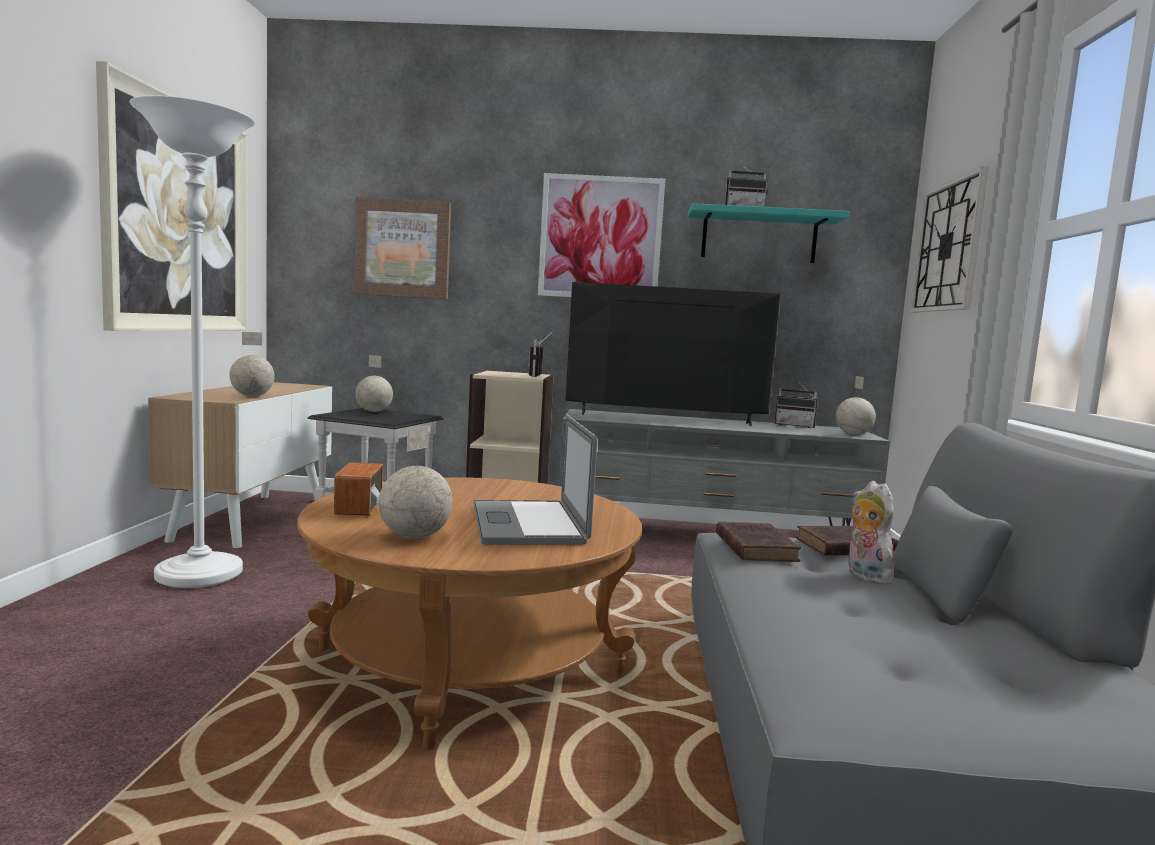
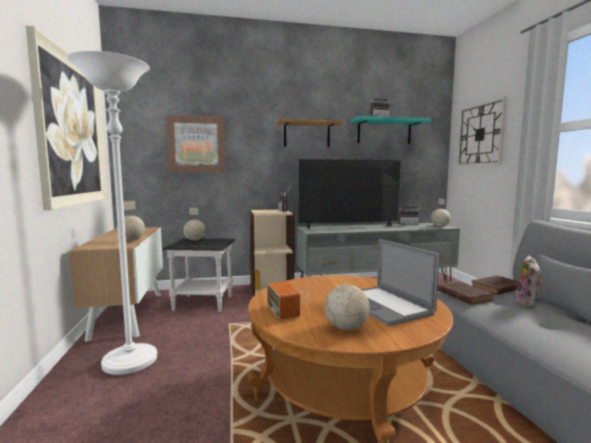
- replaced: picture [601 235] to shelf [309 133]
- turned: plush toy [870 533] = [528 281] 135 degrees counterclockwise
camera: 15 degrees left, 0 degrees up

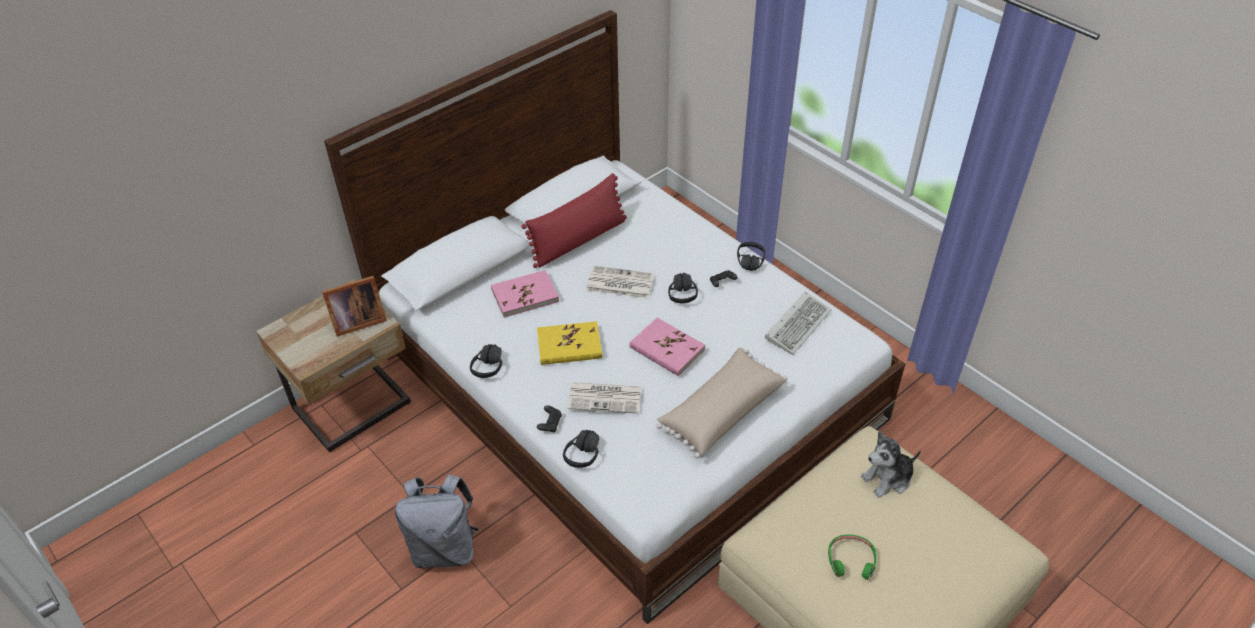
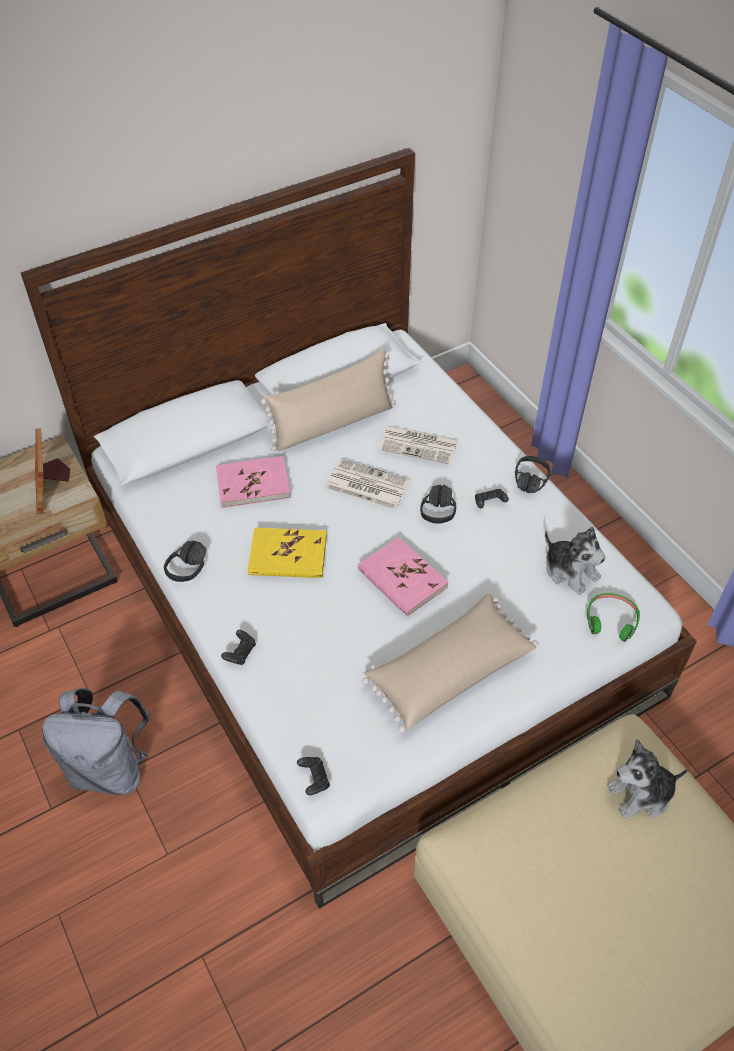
- recoloured: red pillow [574 220] to beige pillow [328 400]
- turned: picture frame [354 306] = [52 471] 90 degrees clockwise
- replaced: keyboard [798 323] to plush toy [575 561]
- moved: newspaper [604 398] to [418 445]
- removed: black headphones [581 449]
- moved: green headphones [852 557] to [613 617]
- added: black game controller [313 776]
camera: 10 degrees right, 5 degrees up

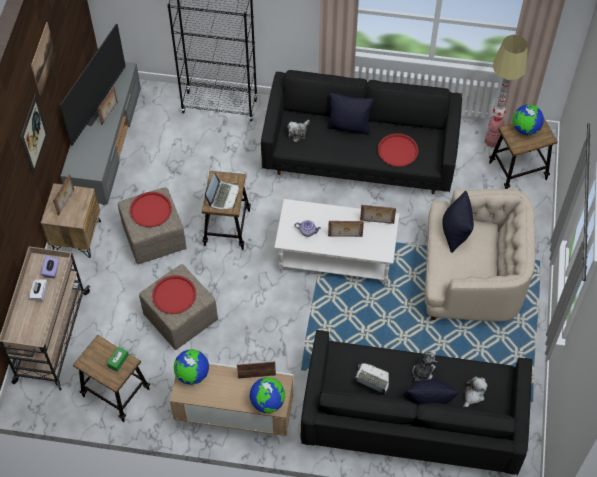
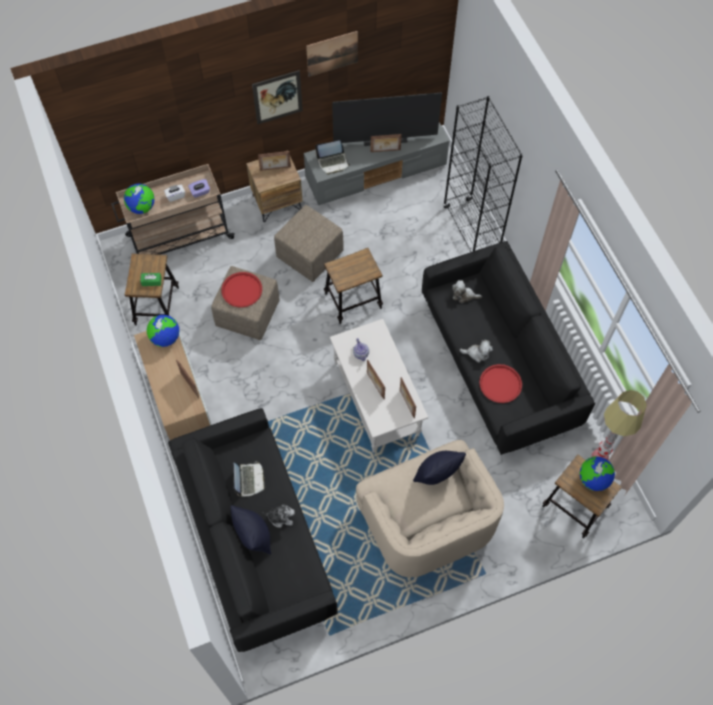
- removed: black pillow [350 114]
- moved: laptop [222 191] to [332 157]
- removed: red tray [151 209]
- moved: plush toy [475 391] to [476 351]
- moved: globe [267 395] to [139 199]
camera: 60 degrees right, 5 degrees up

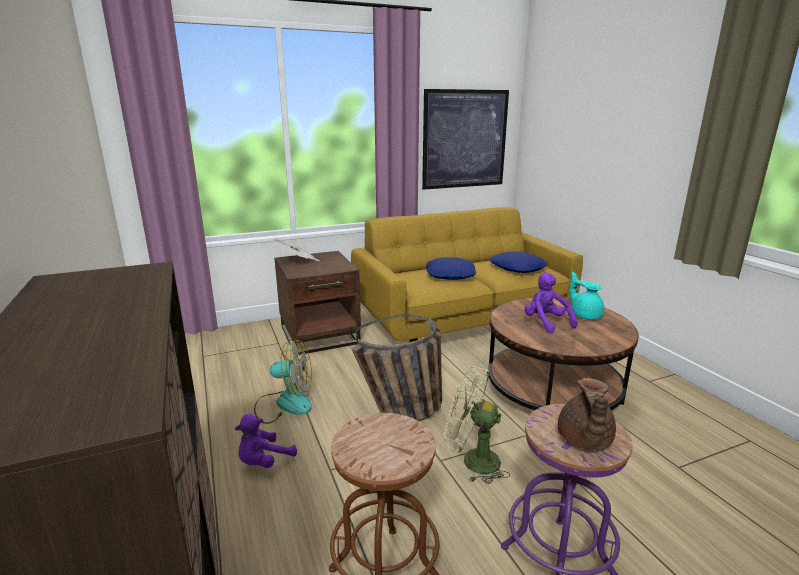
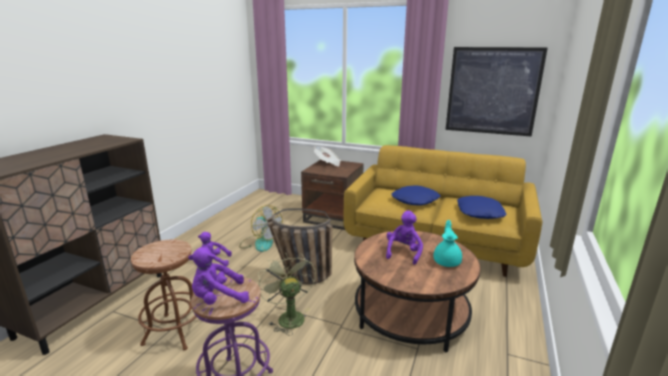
- replaced: brown teapot [587 414] to purple plush toy [218 276]
camera: 45 degrees right, 0 degrees up

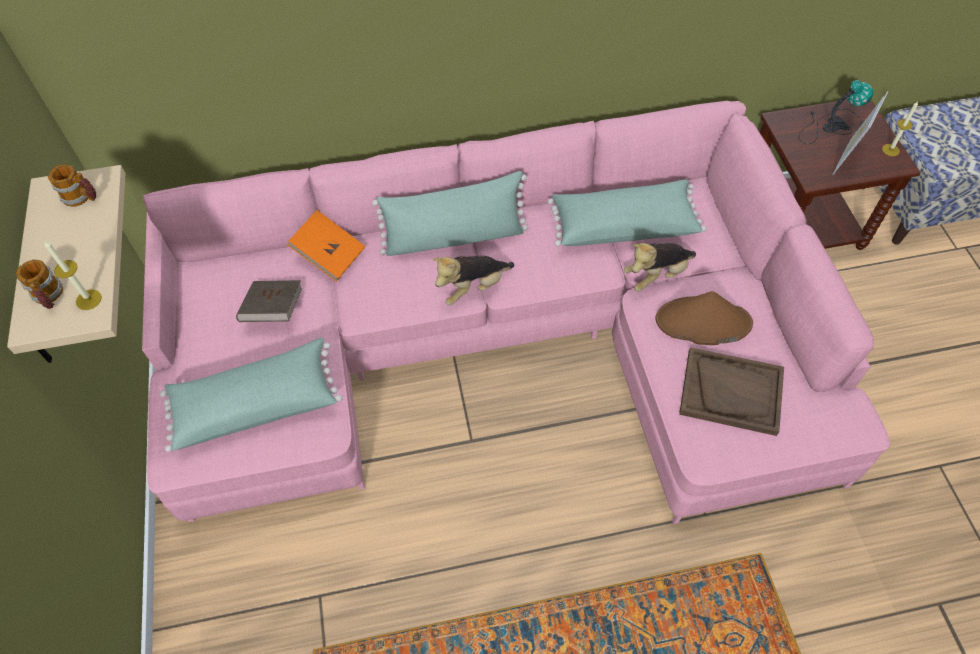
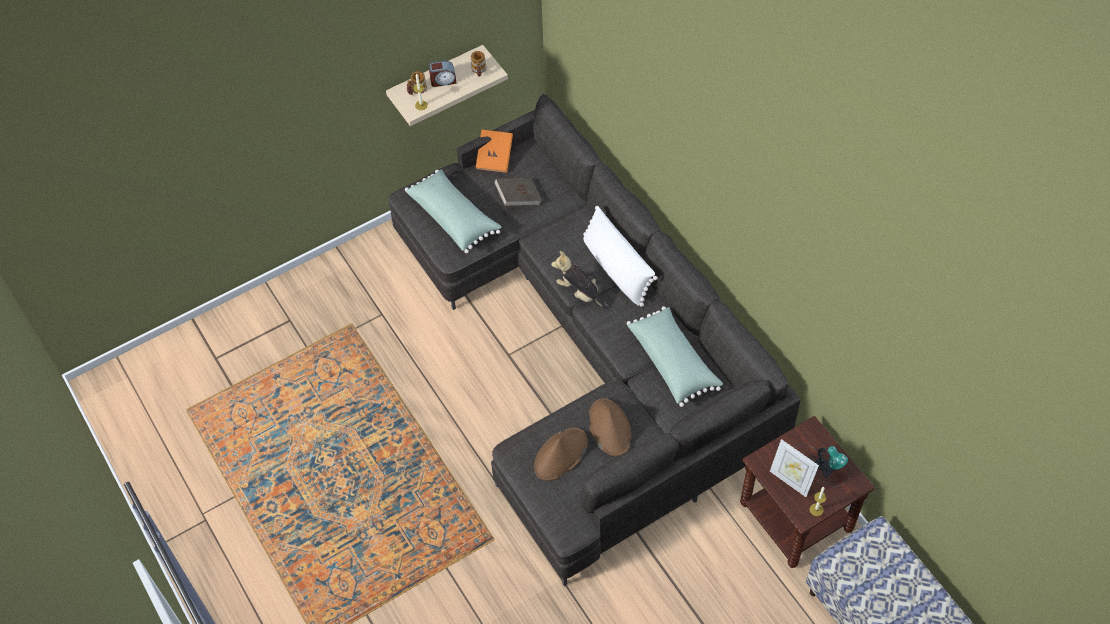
- turned: picture frame [860 133] = [794 468] 150 degrees counterclockwise
- recoloured: pink sofa [516 312] to grey sofa [594 340]
- recoloured: green pillow [450 213] to white pillow [620 256]
- moved: orange book [326 246] to [494 151]
- removed: plush toy [660 267]
- replaced: brown tray [731 391] to brown hat [561 454]
- added: alarm clock [443 74]
camera: 70 degrees right, 0 degrees up

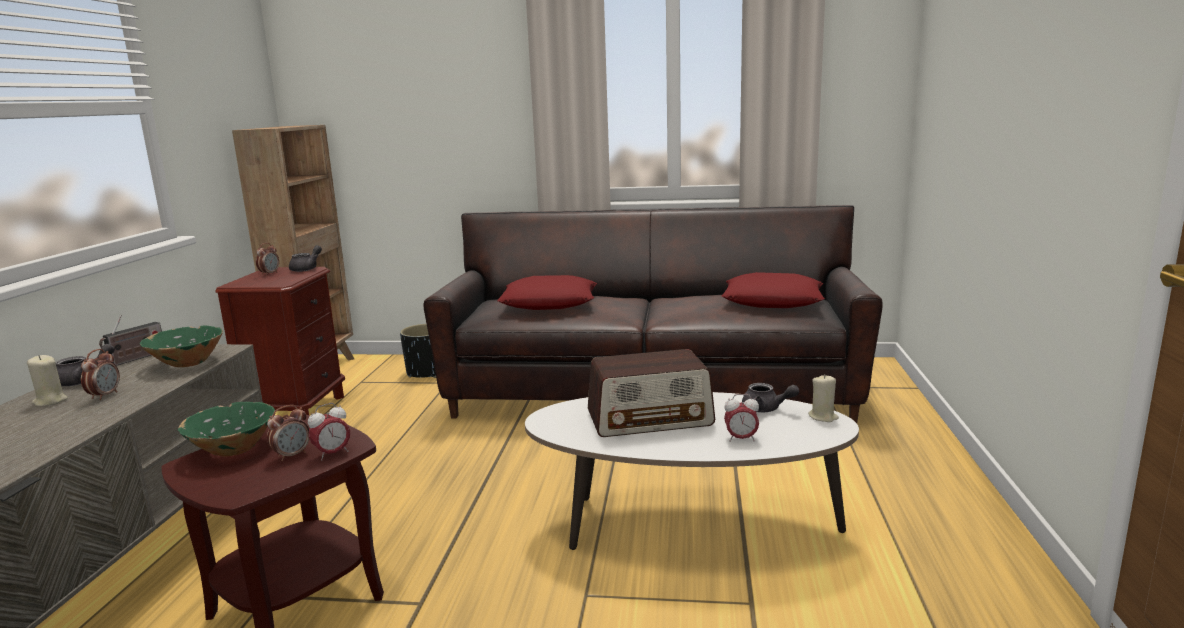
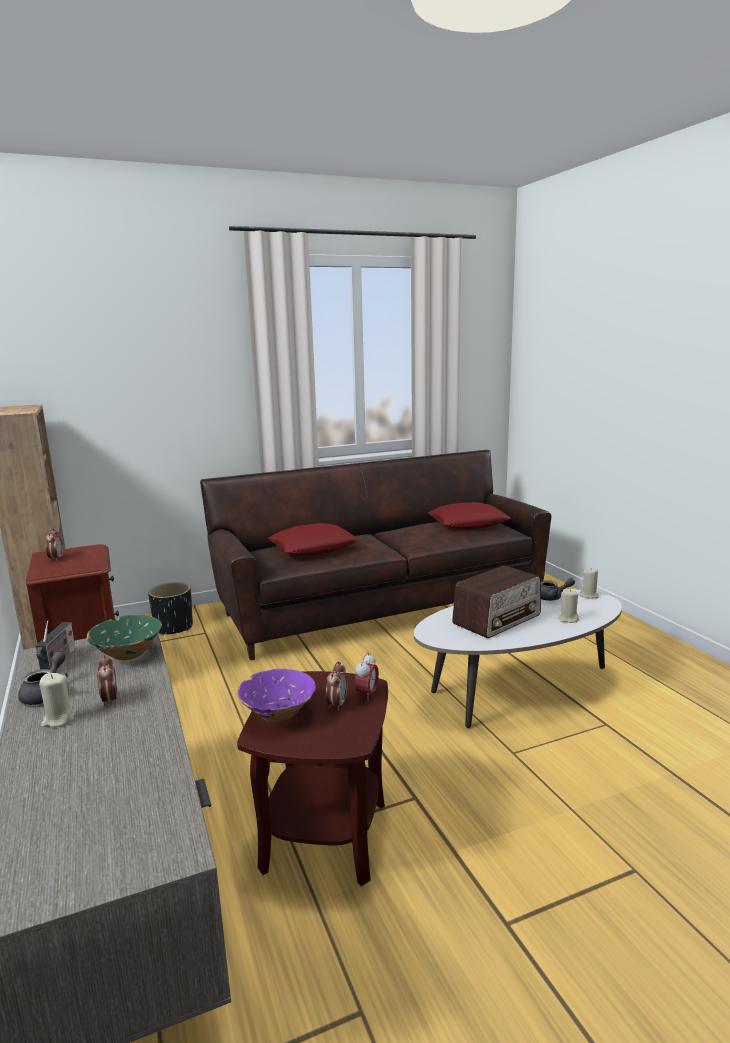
- removed: grey teapot [305 258]
- replaced: alarm clock [741 418] to beige candle [568 606]
- recoloured: green bowl [226 429] to purple bowl [276 695]
camera: 30 degrees left, 0 degrees up

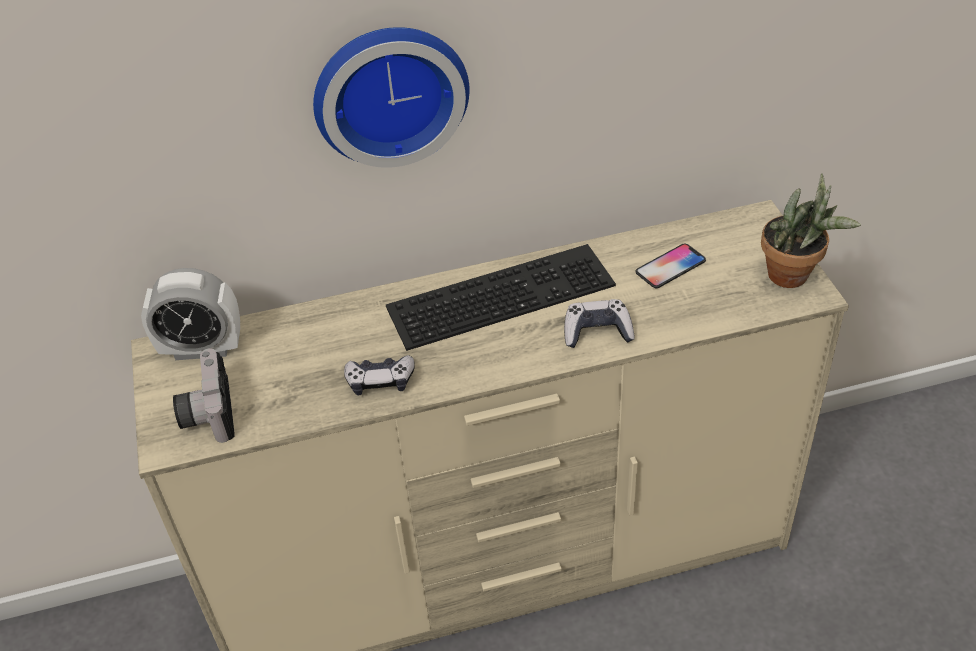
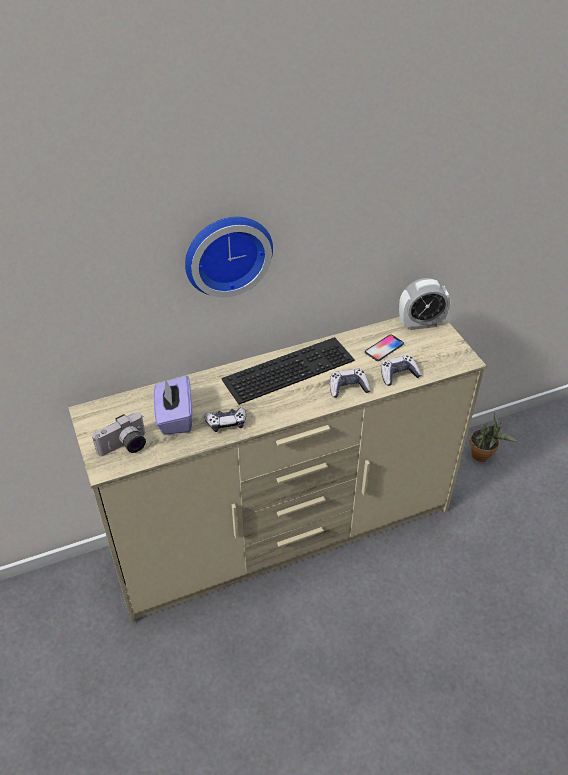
- moved: potted plant [811 230] to [493 437]
- moved: alarm clock [190 314] to [425 304]
- turned: photo camera [204 395] = [119 434] 105 degrees counterclockwise
- added: game controller [401 370]
- added: purple tissue box [173 405]
camera: 10 degrees left, 0 degrees up

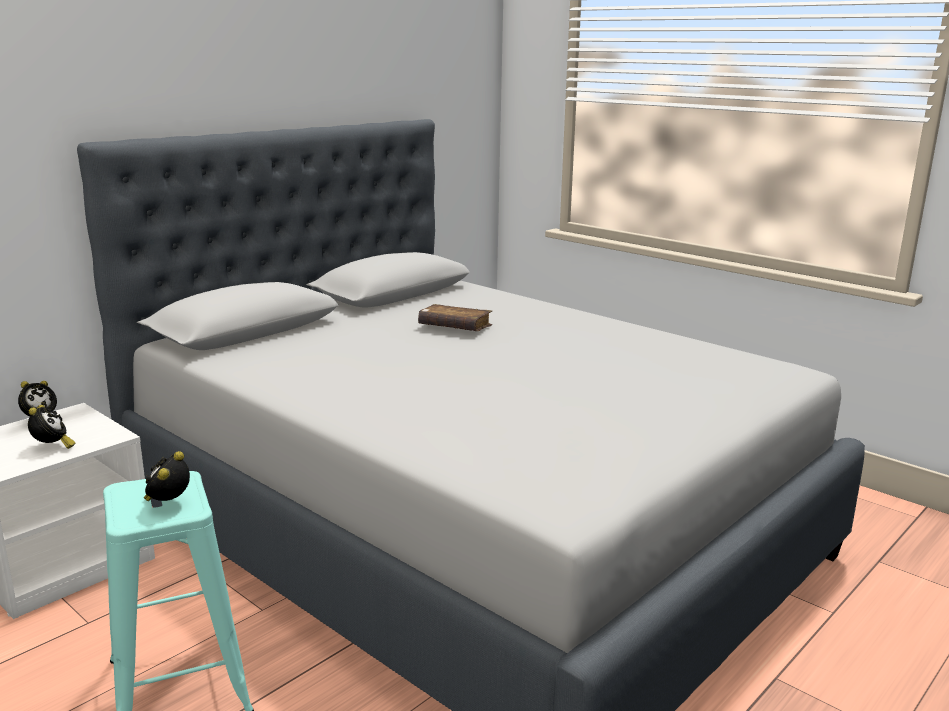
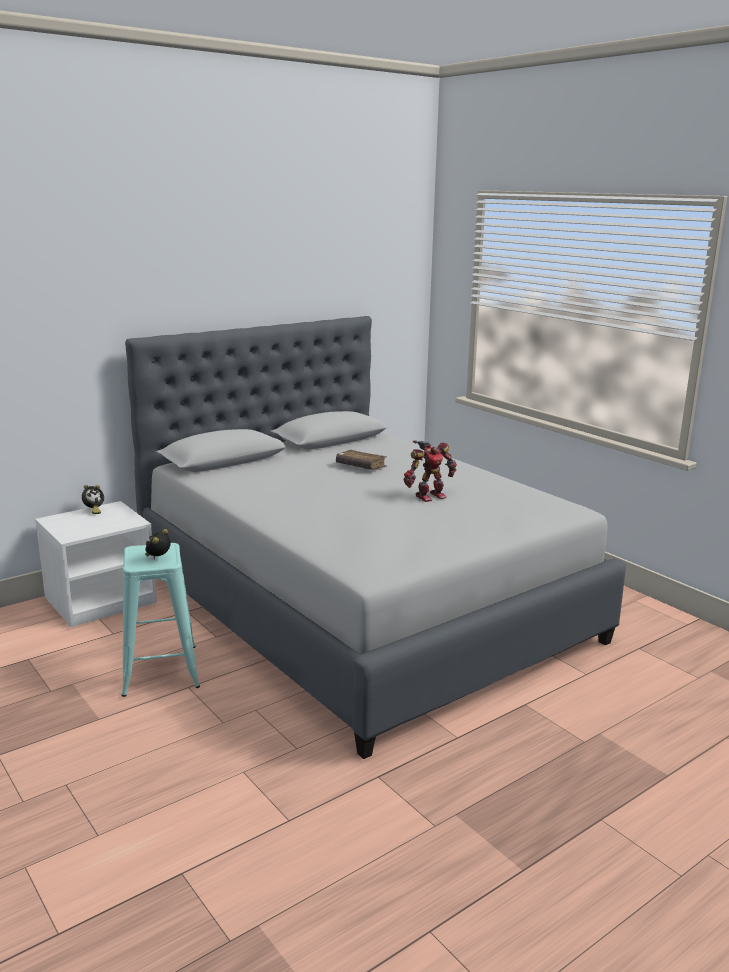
- removed: alarm clock [52 427]
- added: toy robot [430 471]
camera: 10 degrees right, 0 degrees up

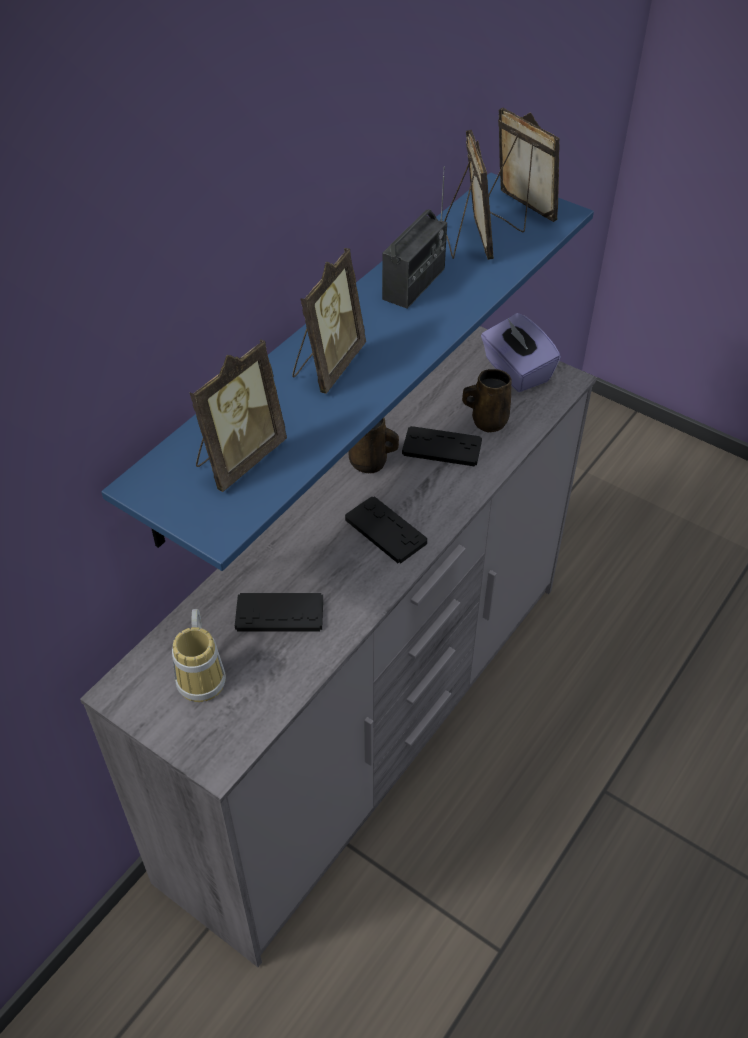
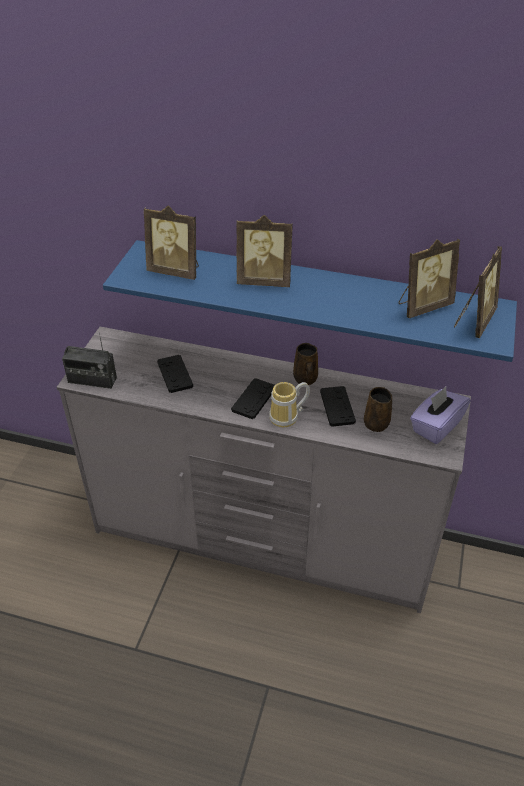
- moved: radio [414 238] to [89 361]
- moved: mug [199 655] to [289 404]
camera: 70 degrees right, 5 degrees down

